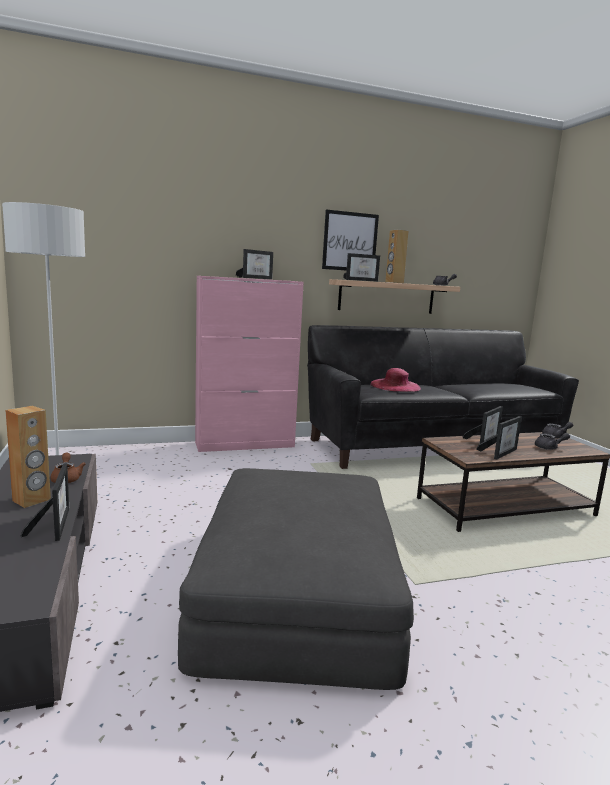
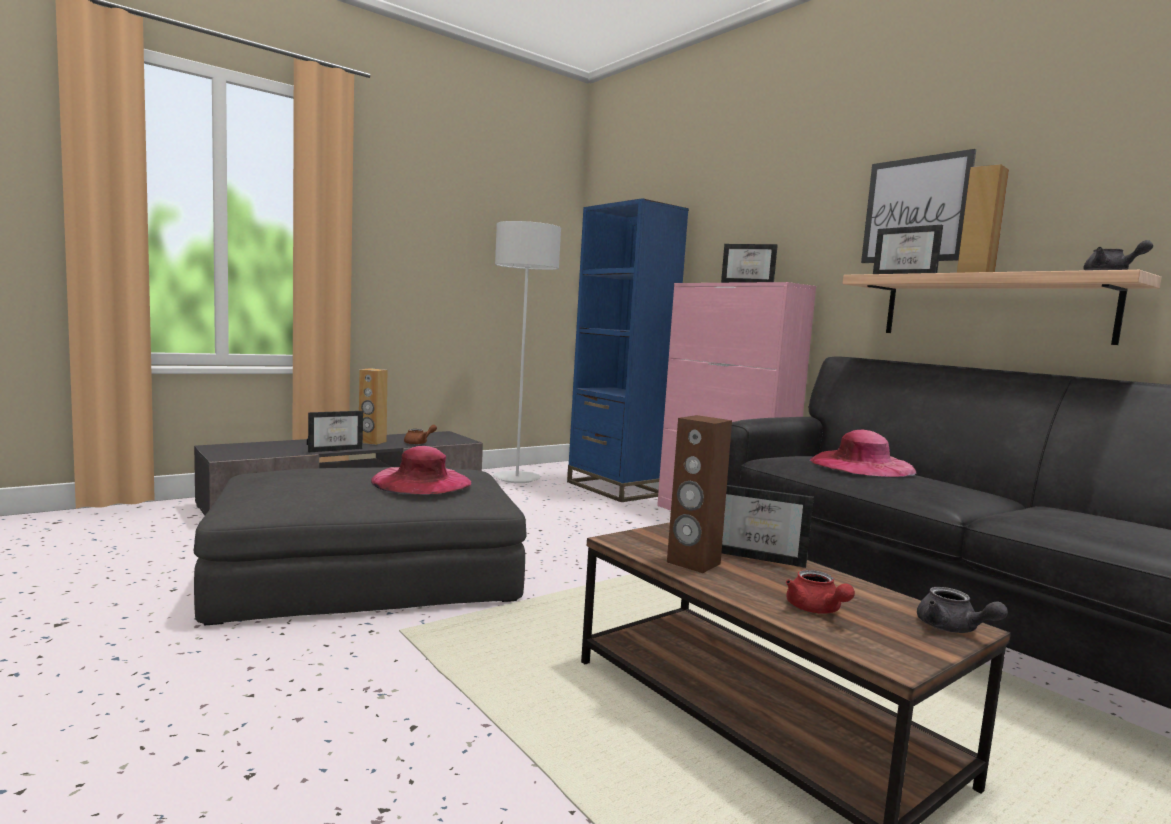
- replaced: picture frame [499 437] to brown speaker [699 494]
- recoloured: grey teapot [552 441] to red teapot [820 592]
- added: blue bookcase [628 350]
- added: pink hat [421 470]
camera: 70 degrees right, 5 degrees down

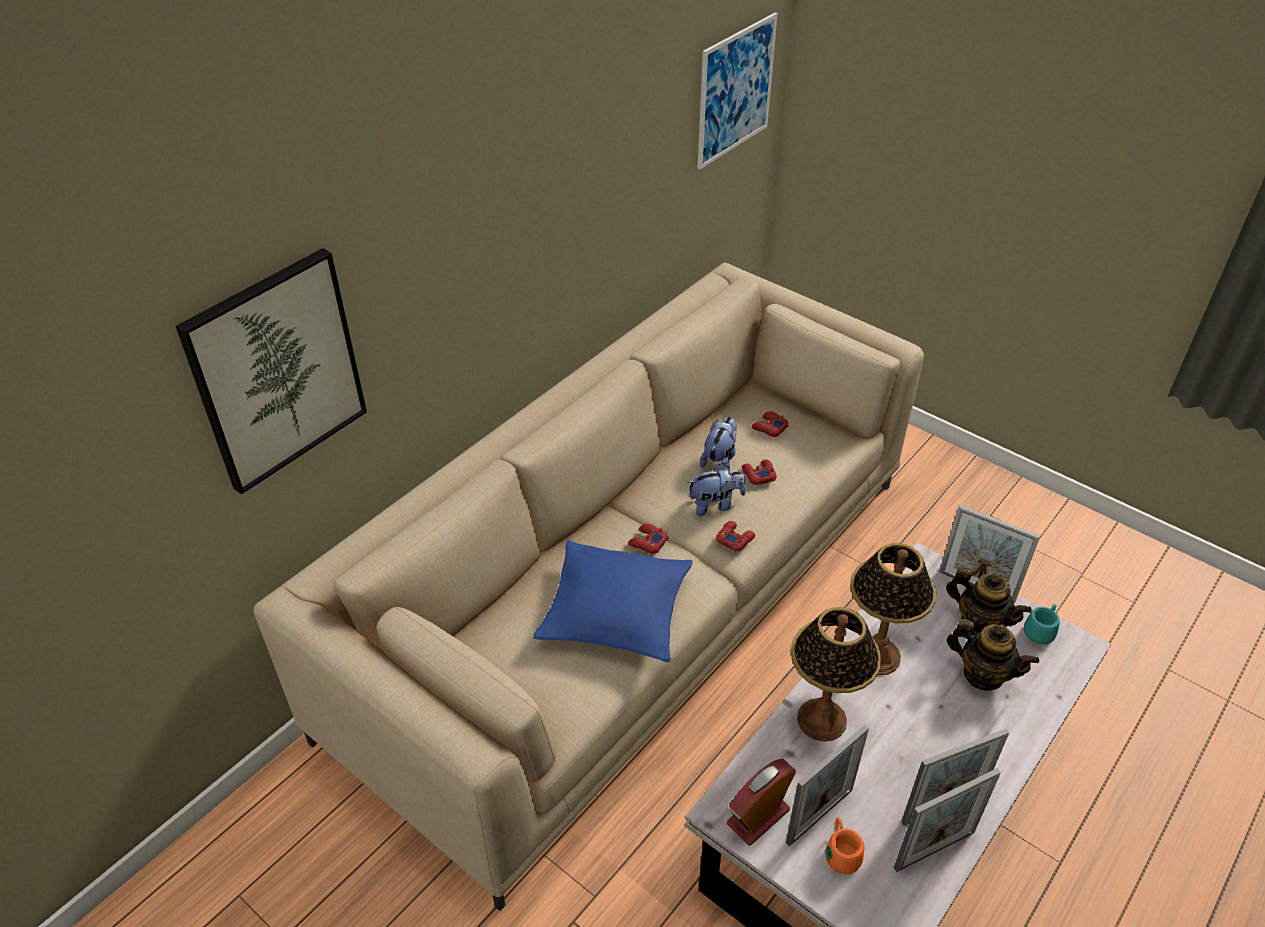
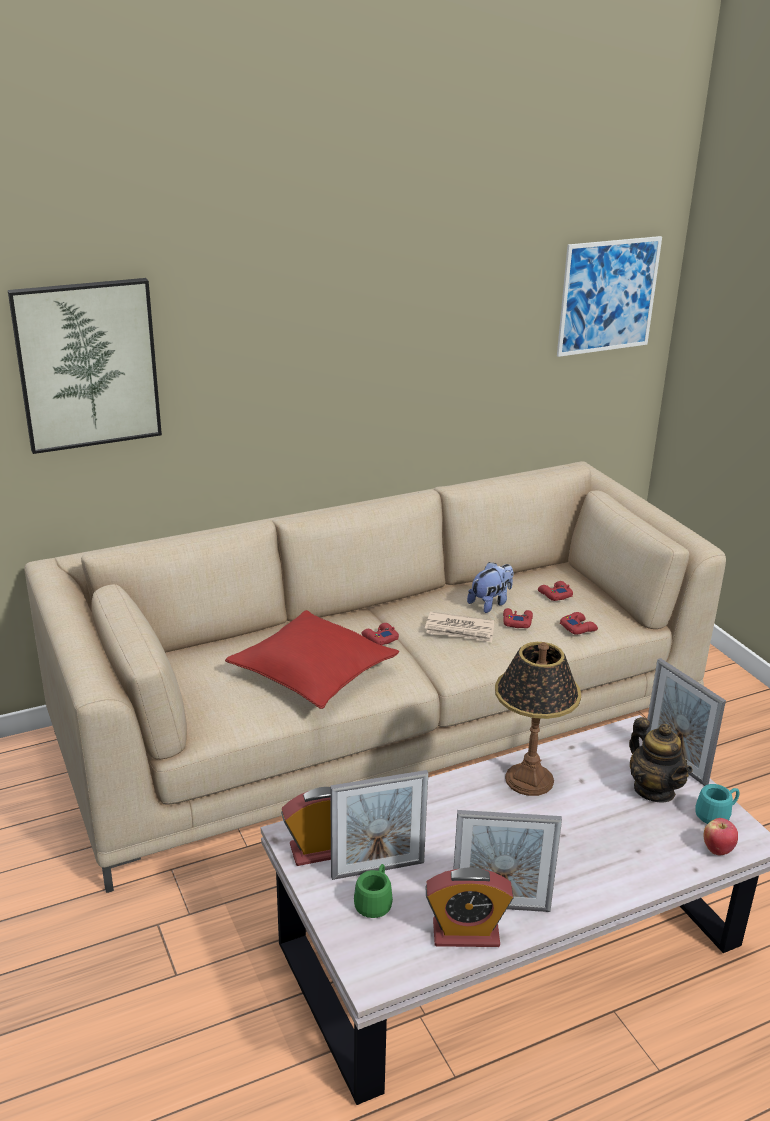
- replaced: plush toy [716 490] to newspaper [459 627]
- moved: red game controller [735 536] to [579 623]
- recoloured: blue pillow [612 601] to red pillow [312 659]
- removed: table lamp [836 674]
- removed: teapot [992 655]
- replaced: picture frame [947 820] to alarm clock [469 907]
- recoloured: orange mug [844 845] to green mug [373 891]
- added: apple [721 836]
camera: 25 degrees right, 15 degrees down

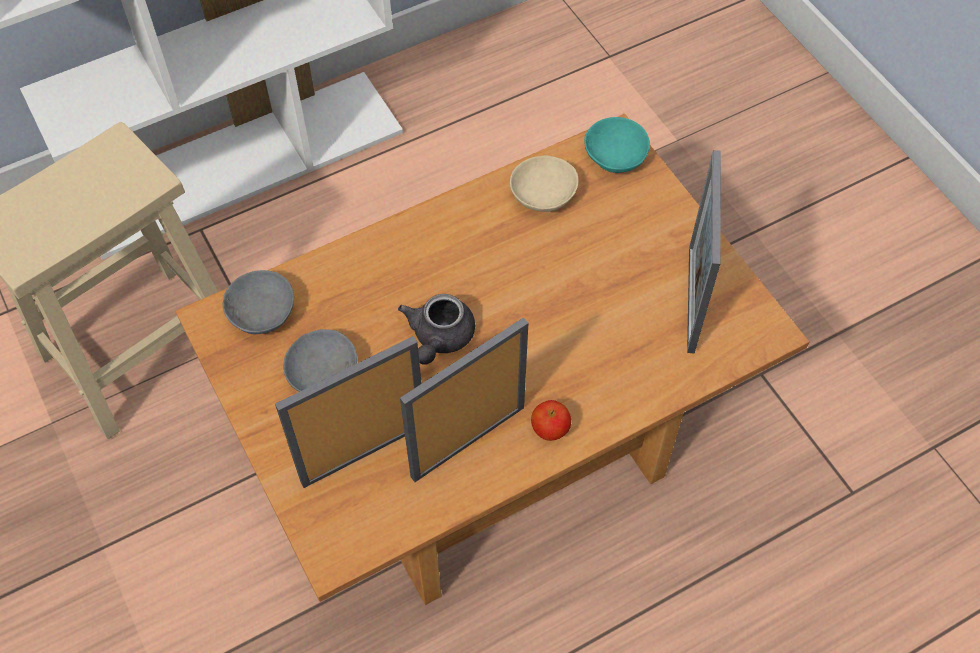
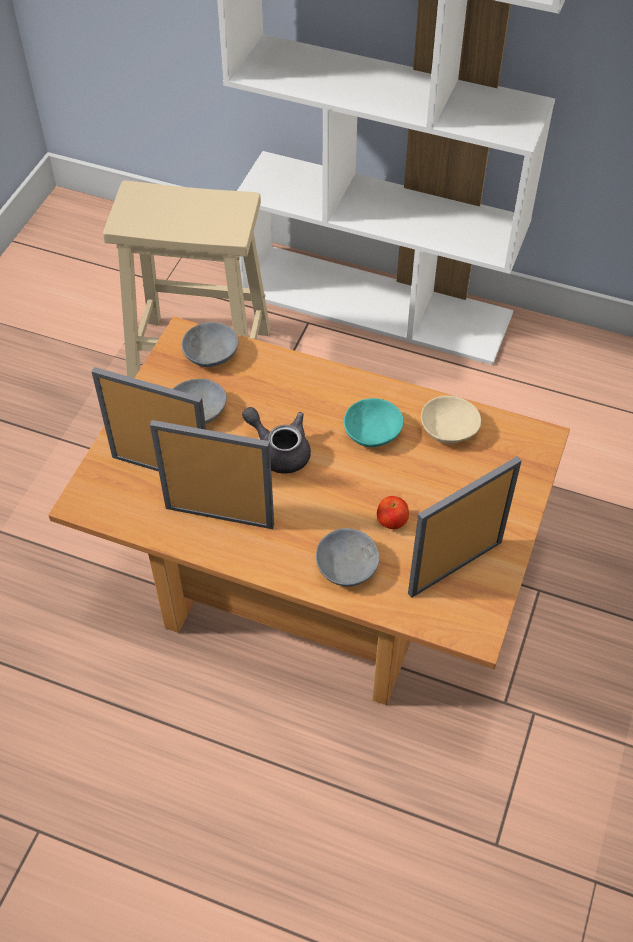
- moved: turquoise bowl [617 145] to [373 422]
- turned: grey teapot [436 329] = [276 440] 60 degrees clockwise
- moved: apple [551 420] to [393 512]
- added: grey bowl [348 557]
camera: 50 degrees right, 5 degrees down

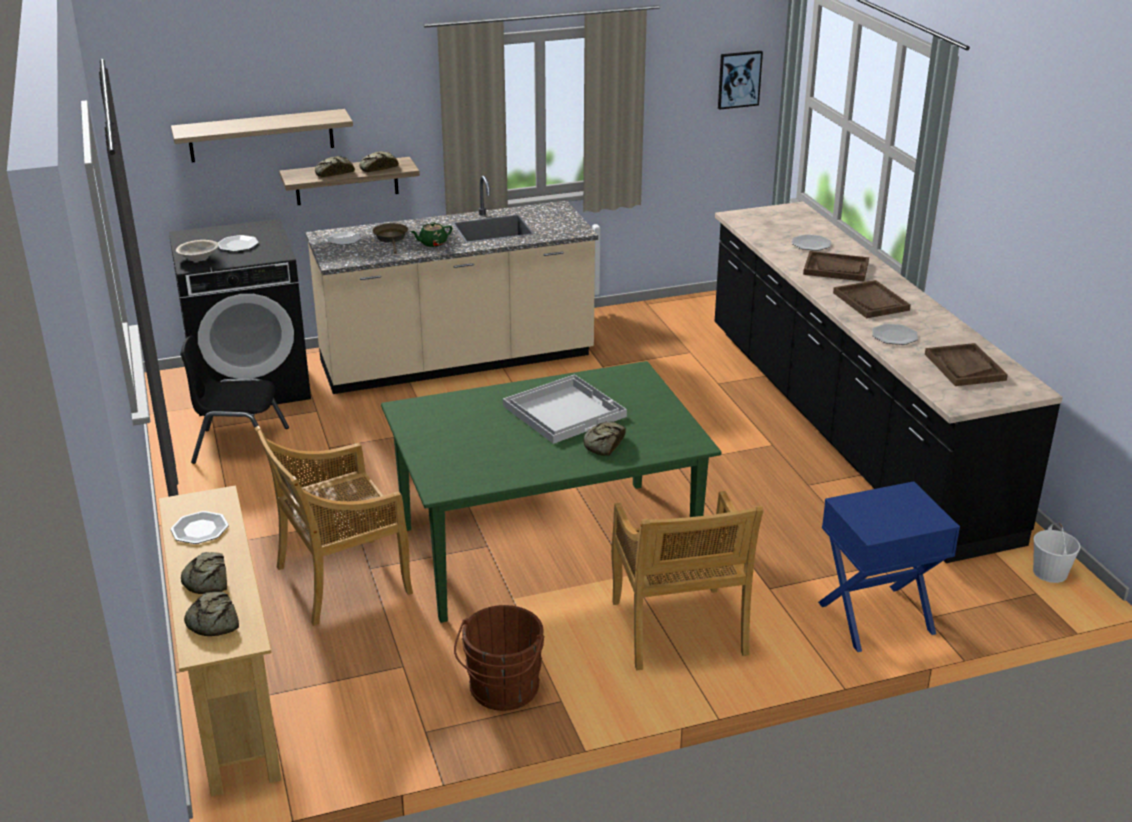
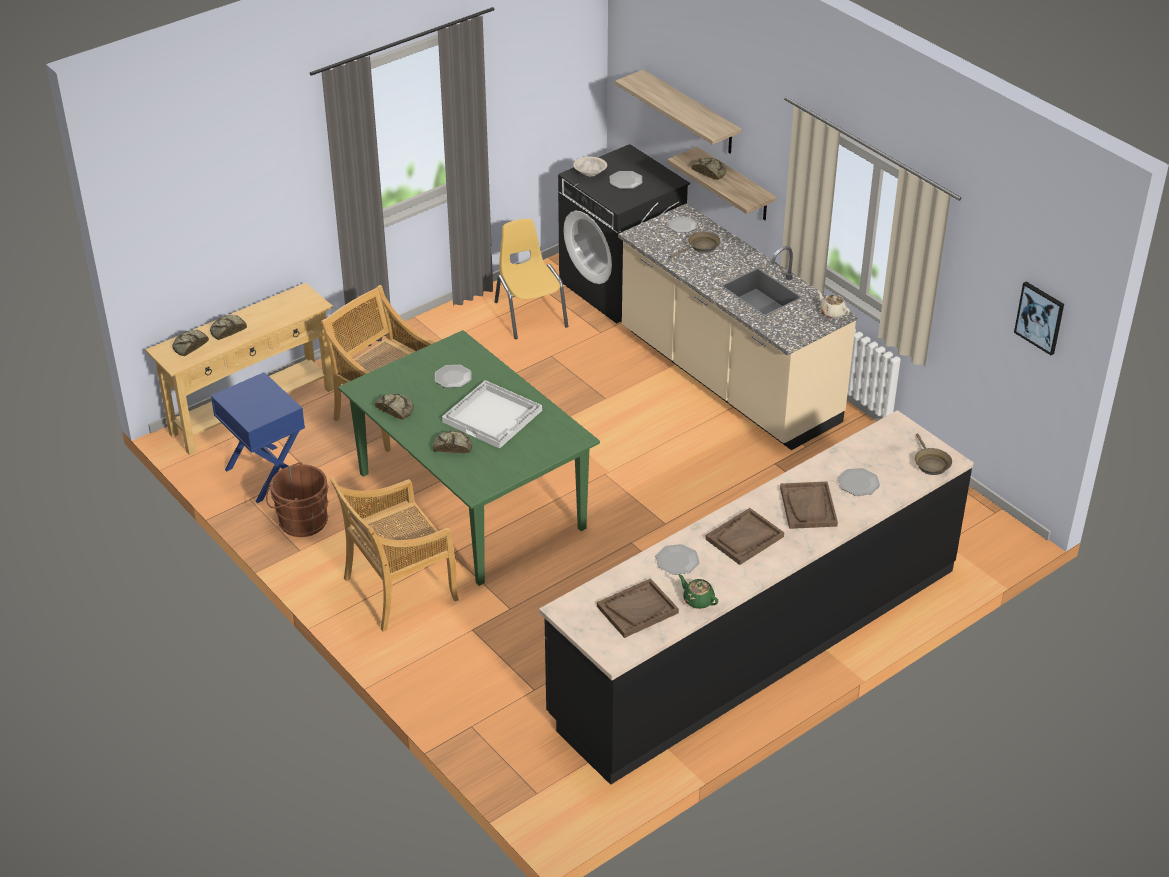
- moved: bread [379 161] to [394 407]
- moved: green teapot [431 234] to [698 591]
- recoloured: black chair [234 400] to yellow chair [531 279]
- moved: blue nightstand [889 566] to [258 437]
- moved: plate [200 527] to [453 376]
- removed: white bucket [1056 553]
- added: beige teapot [833 304]
- added: brown frying pan [933 454]
camera: 70 degrees right, 10 degrees up

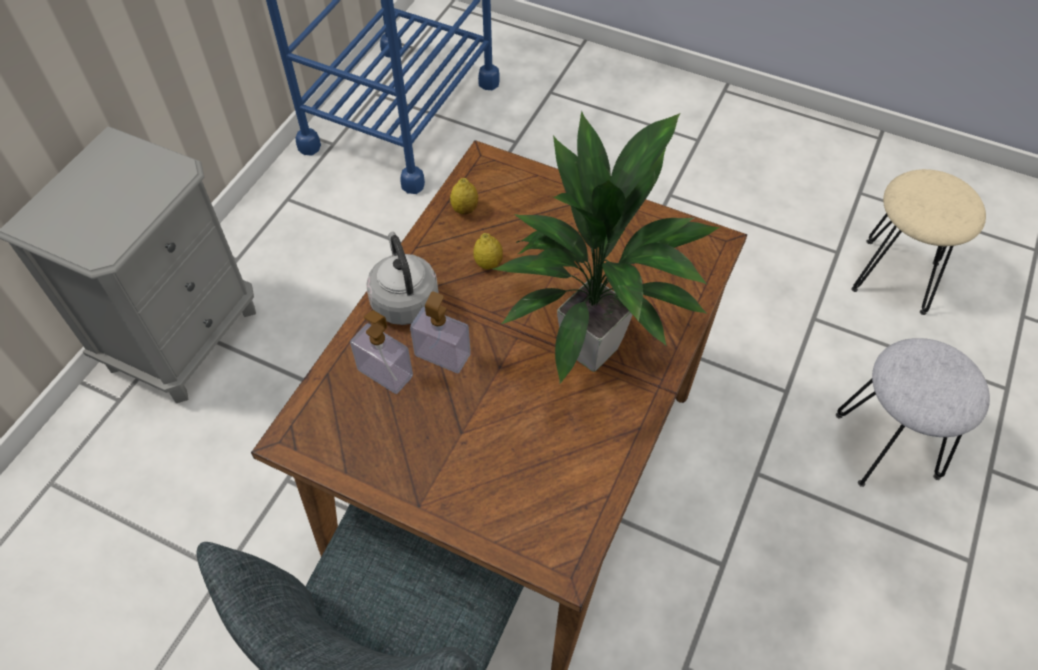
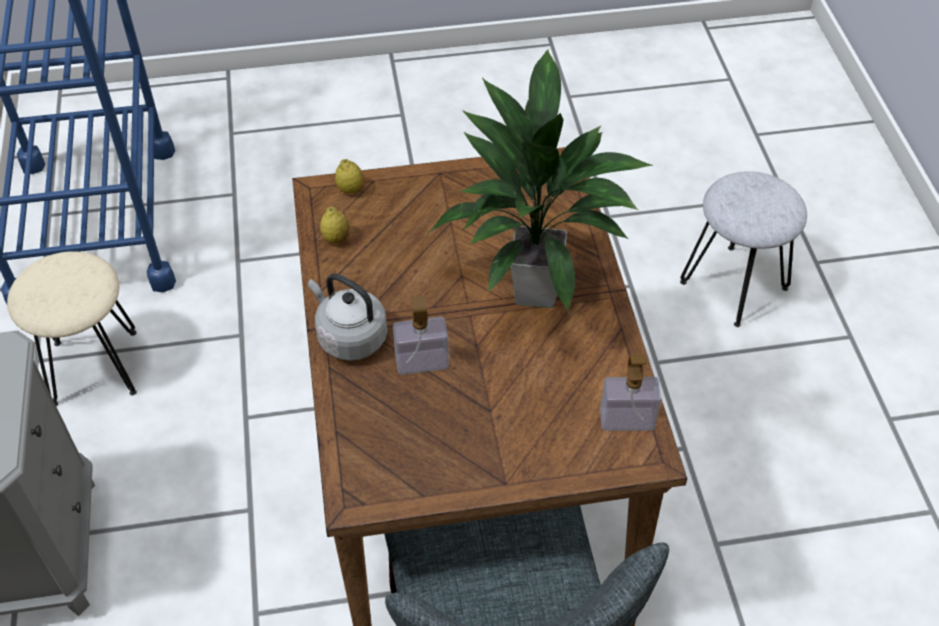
- moved: beige stool [918 242] to [72 328]
- moved: lemon [488 251] to [349 176]
- moved: soap dispenser [381 352] to [630 393]
camera: 35 degrees left, 5 degrees down

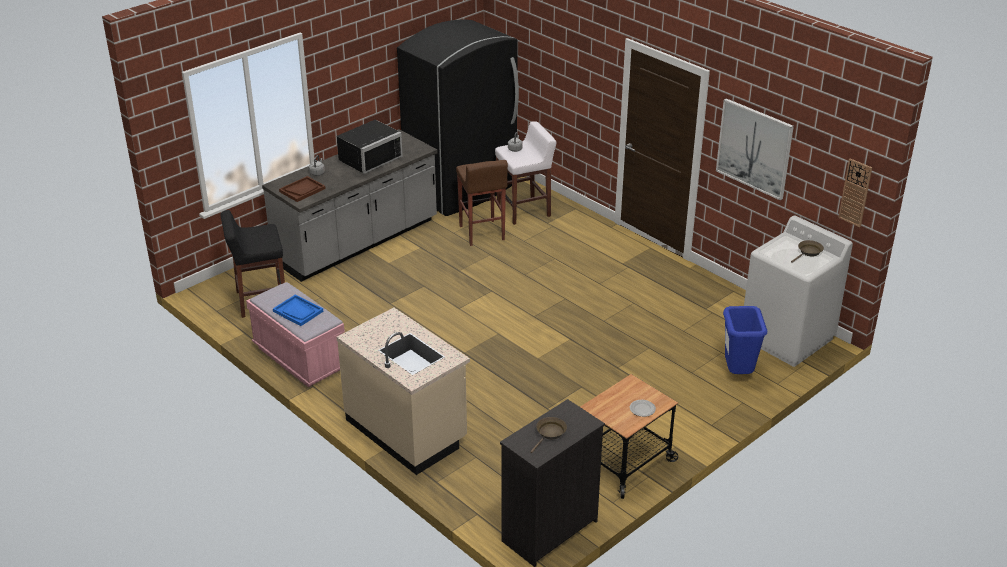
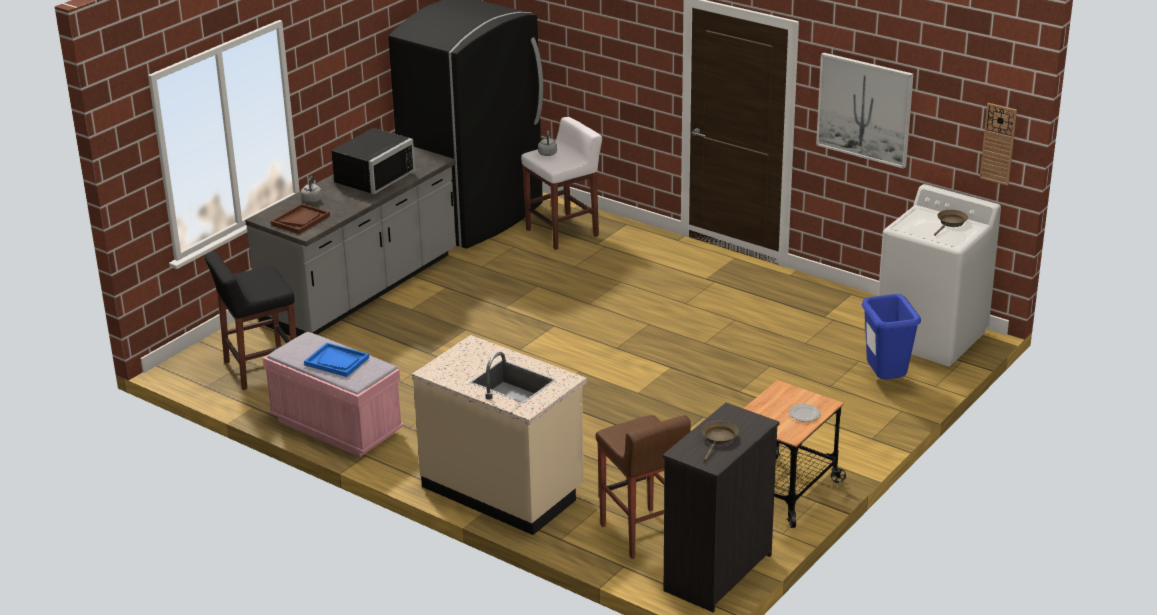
- moved: brown stool [482 203] to [643 487]
camera: 10 degrees left, 5 degrees down

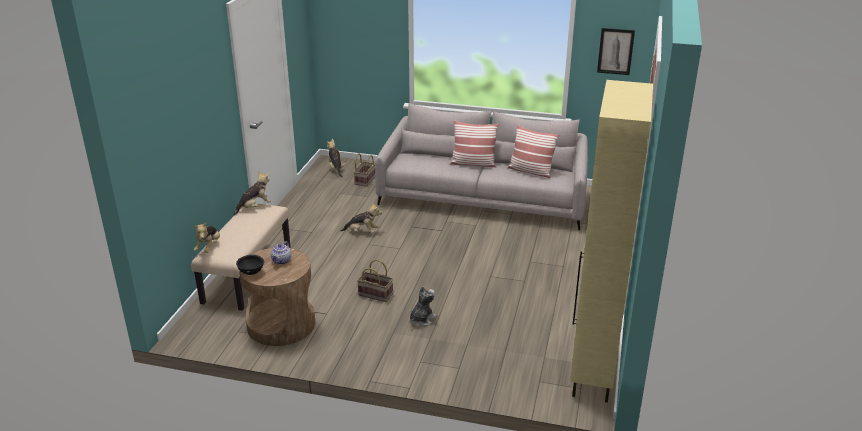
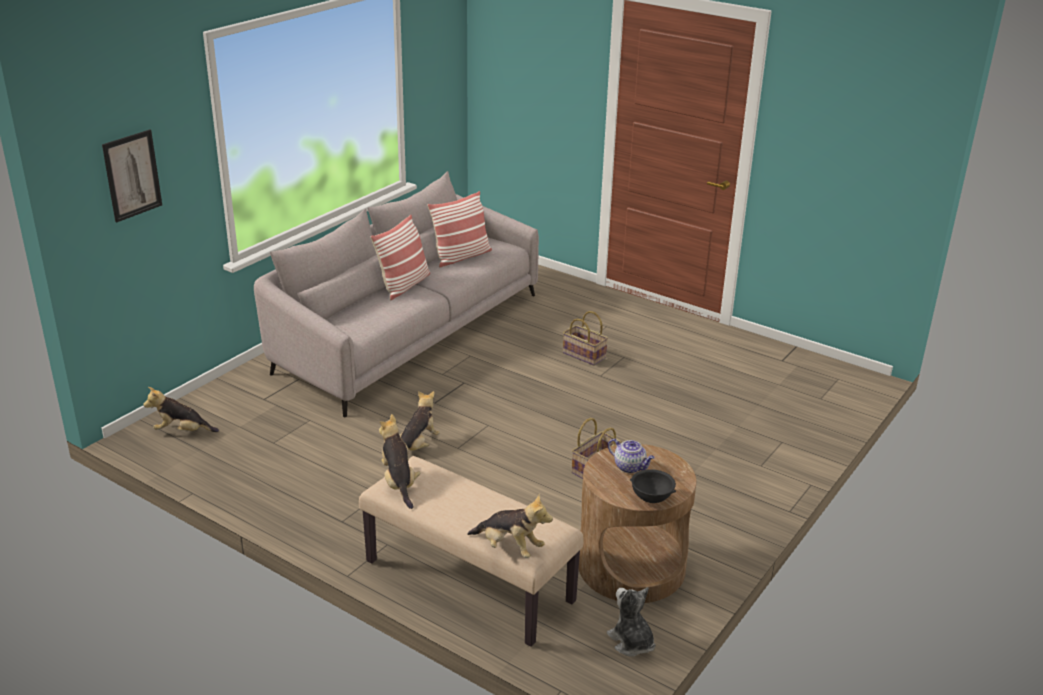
- moved: picture [616 51] to [132 175]
- removed: beige cabinet [611 241]
- moved: basket [364 170] to [585 338]
- moved: plush toy [423 306] to [631 622]
camera: 70 degrees left, 0 degrees up

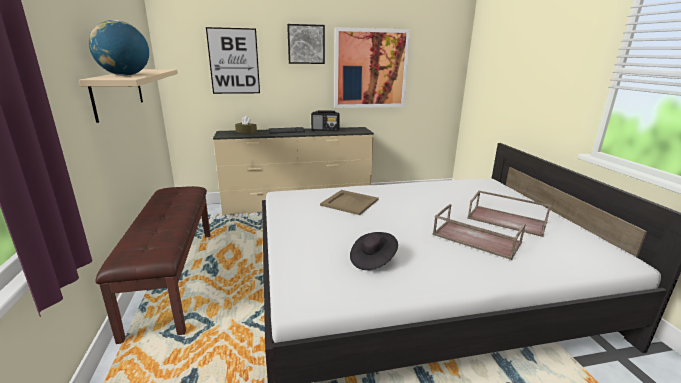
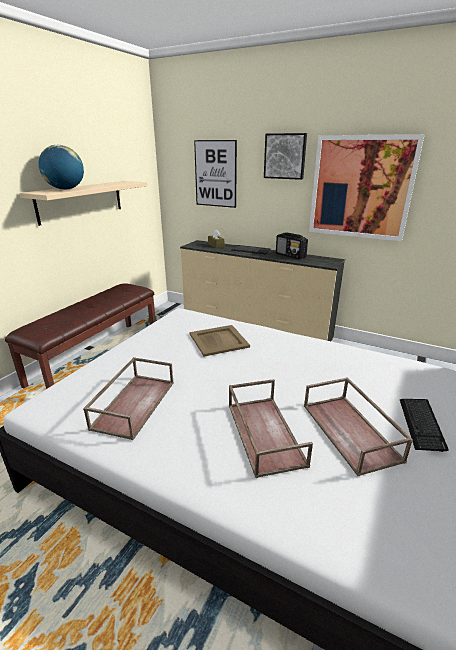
- replaced: black hat [374 251] to brown tray [128 398]
- added: keyboard [424 425]
camera: 40 degrees right, 5 degrees up

